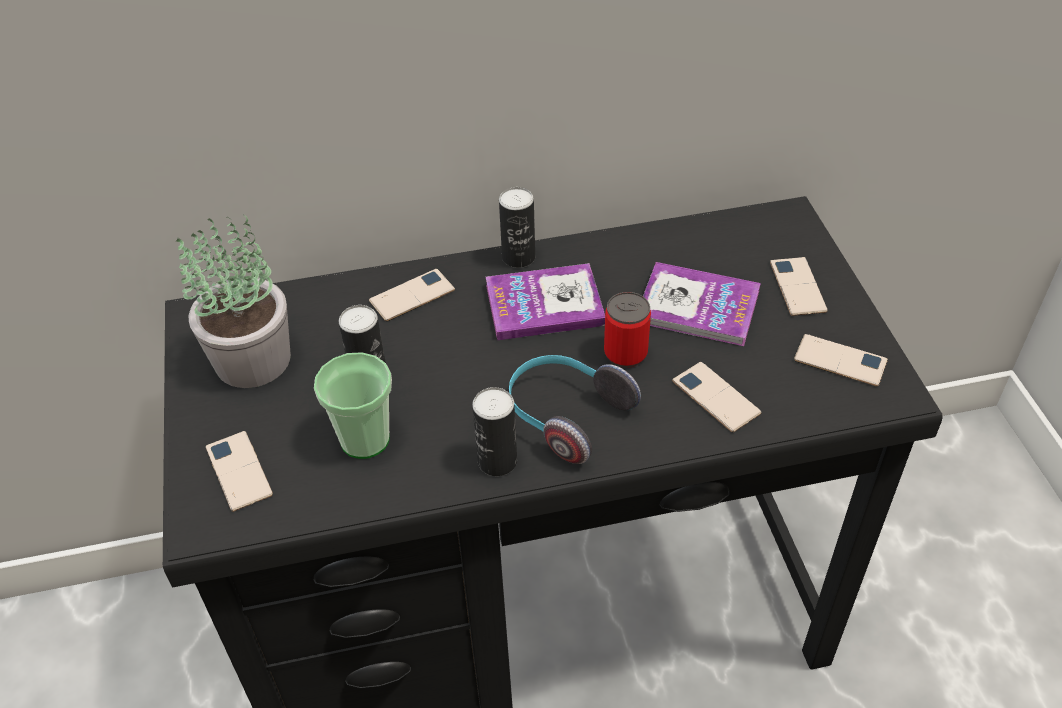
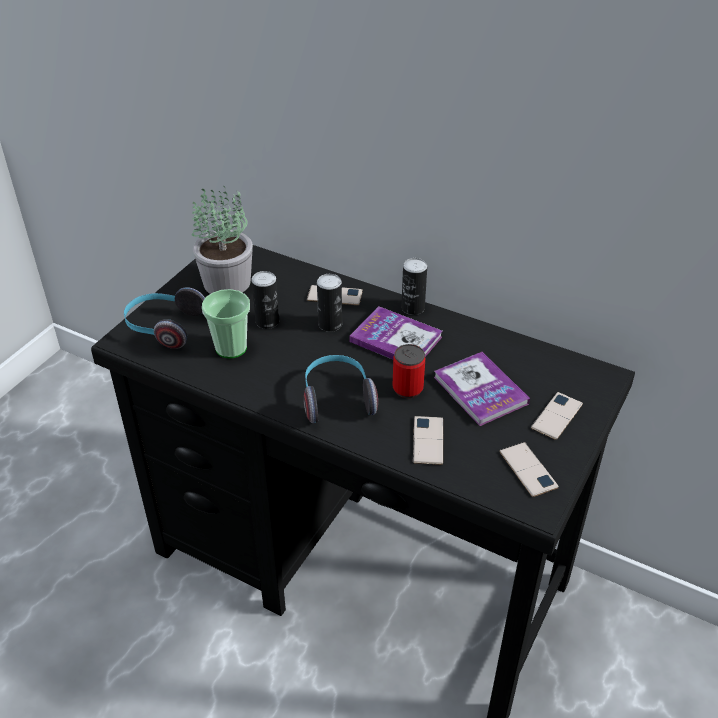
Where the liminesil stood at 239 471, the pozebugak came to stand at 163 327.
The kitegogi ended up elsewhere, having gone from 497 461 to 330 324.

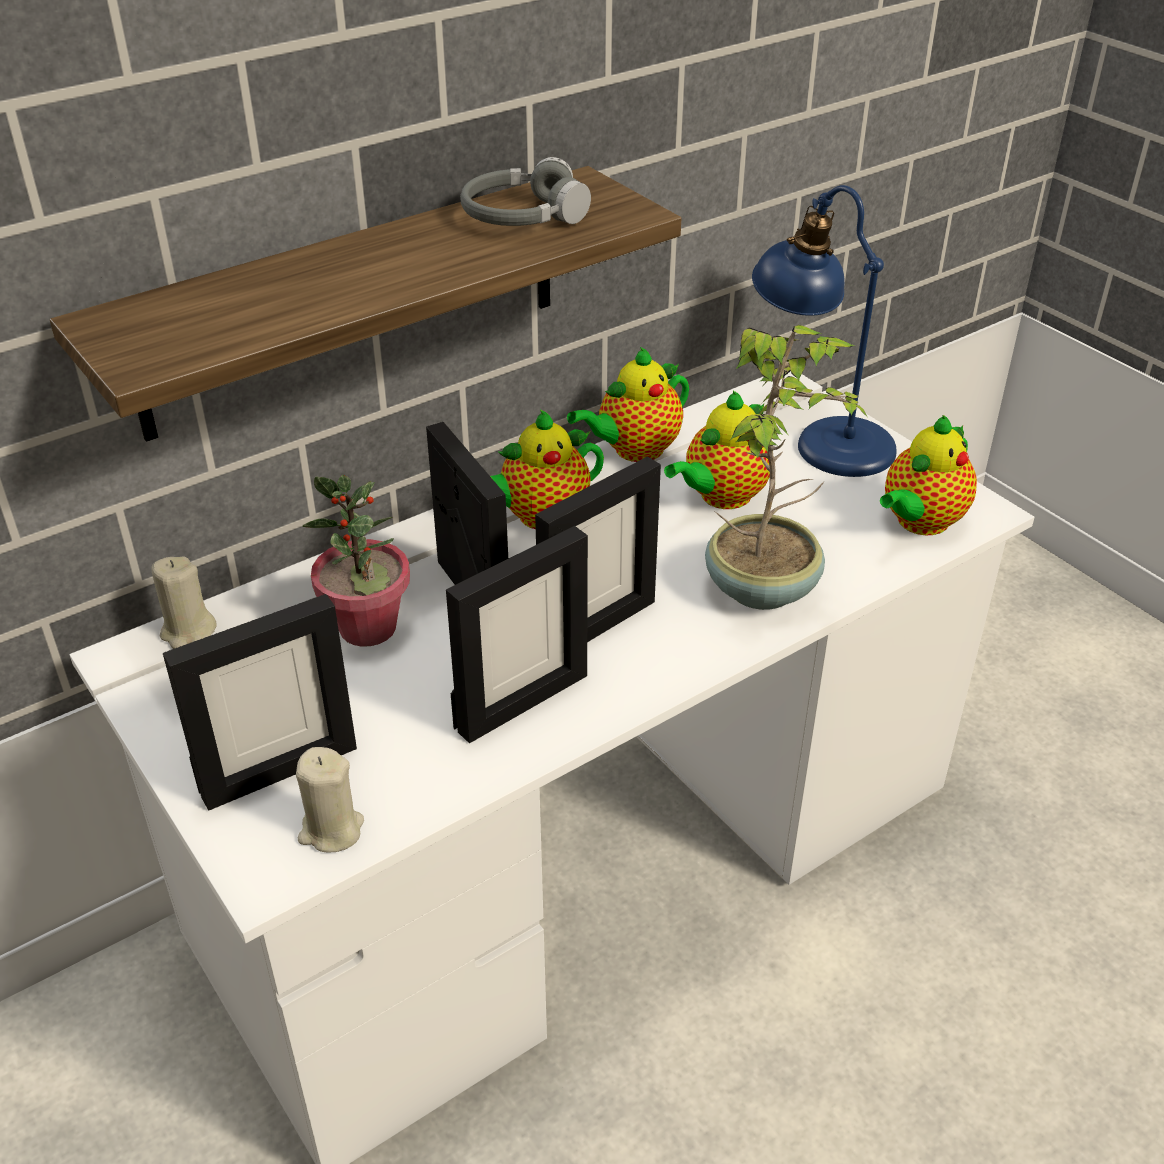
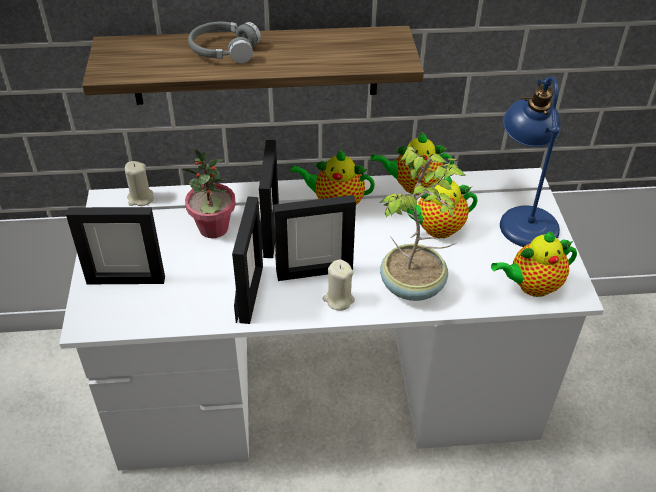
The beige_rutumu ended up elsewhere, having gone from 331 830 to 338 299.
The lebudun at 521 701 ended up facing another way, 75 degrees counterclockwise from before.
The grey_pozebugak ended up elsewhere, having gone from 523 216 to 224 50.

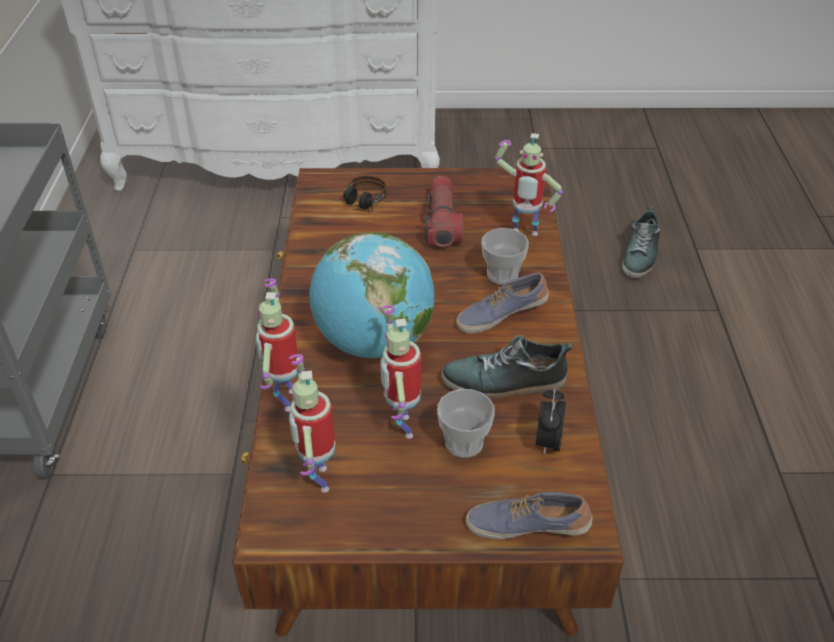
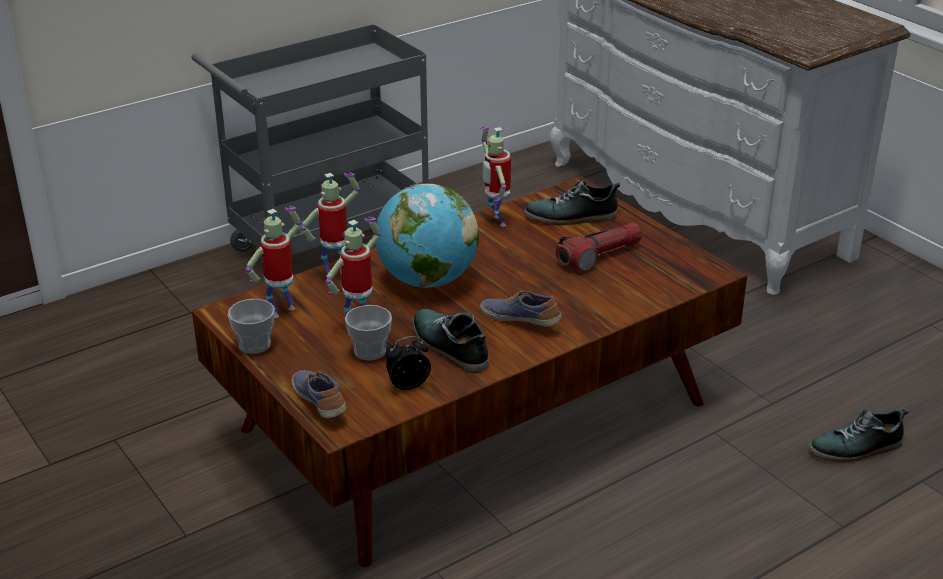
Where the pozebugak stood at 361 205, the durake came to stand at 571 217.
The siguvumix ended up elsewhere, having gone from 502 274 to 255 345.
The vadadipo ended up elsewhere, having gone from 523 234 to 496 221.

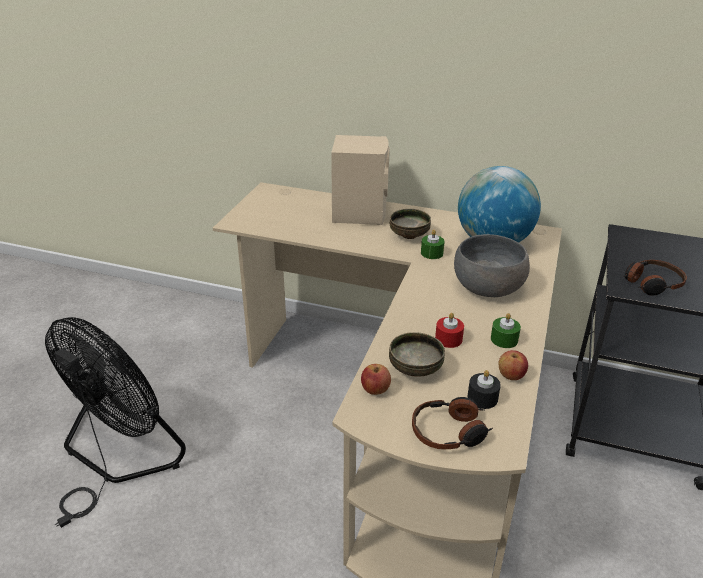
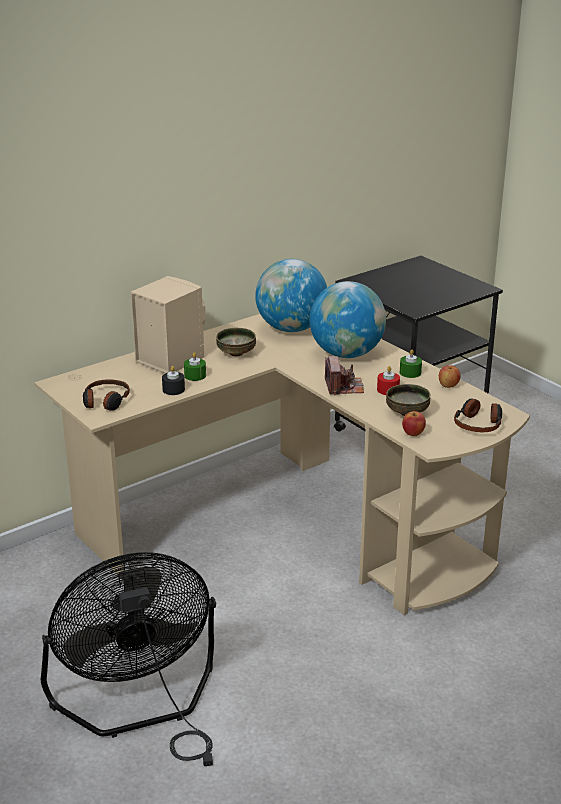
The green_rutumu ended up elsewhere, having gone from 432 253 to 195 375.
Where the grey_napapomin stood at 488 288, the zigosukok came to stand at 346 354.
The black_rutumu ended up elsewhere, having gone from 482 398 to 173 389.
The pozebugak ended up elsewhere, having gone from 651 284 to 105 402.
The second view gained the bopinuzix at 344 387.

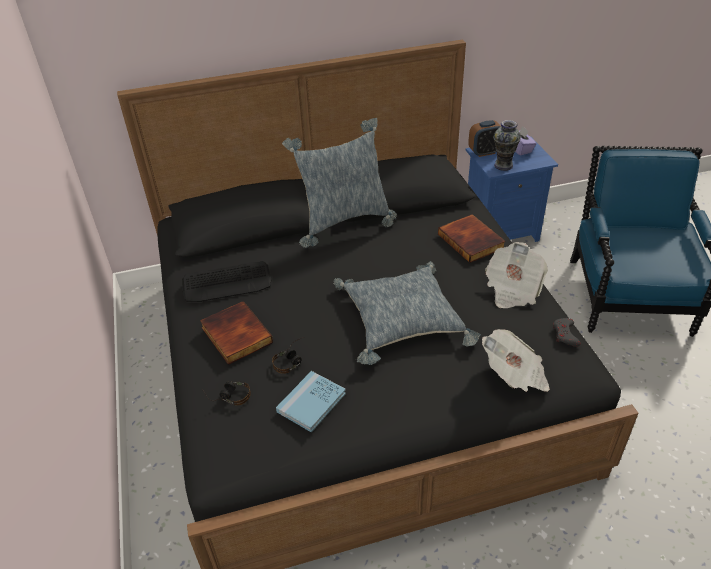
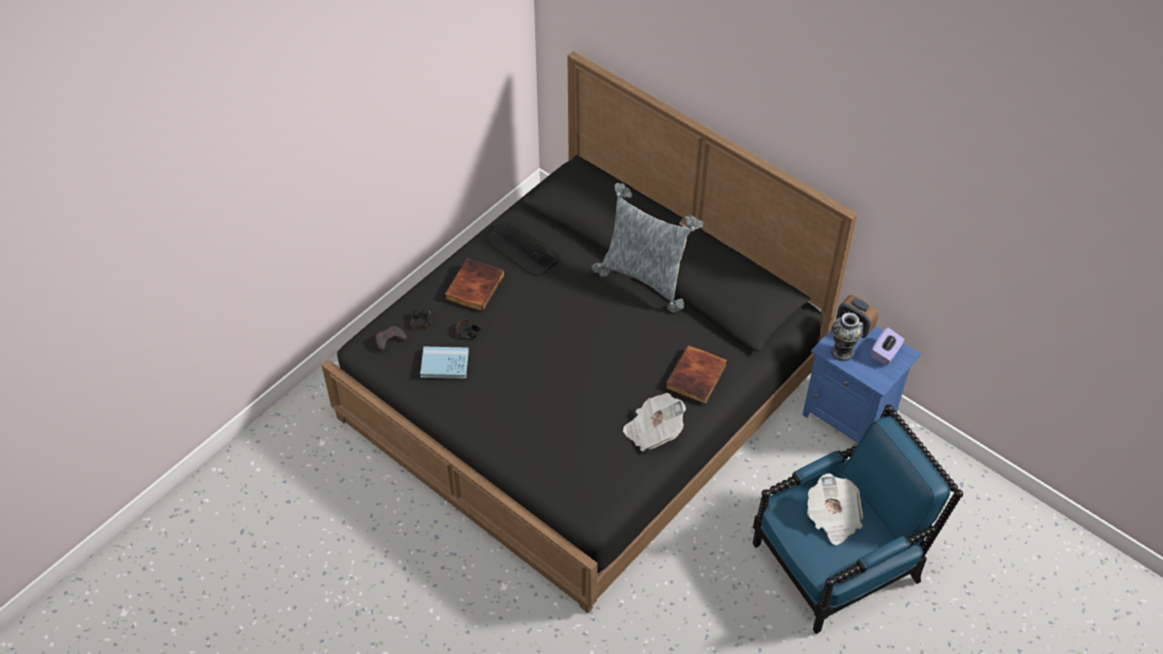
The second view lost the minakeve at 401 317.
The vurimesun ended up elsewhere, having gone from 514 375 to 833 518.
The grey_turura ended up elsewhere, having gone from 565 334 to 389 339.

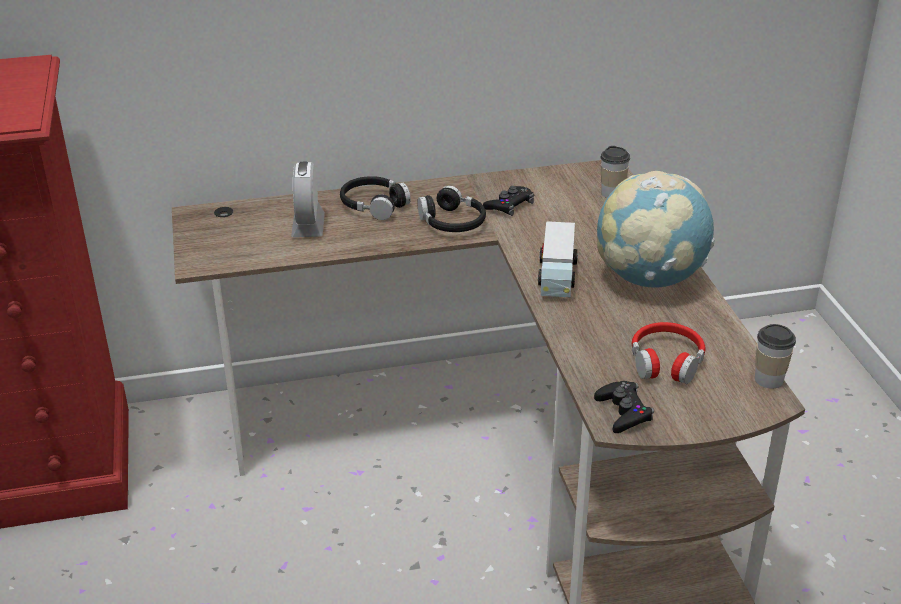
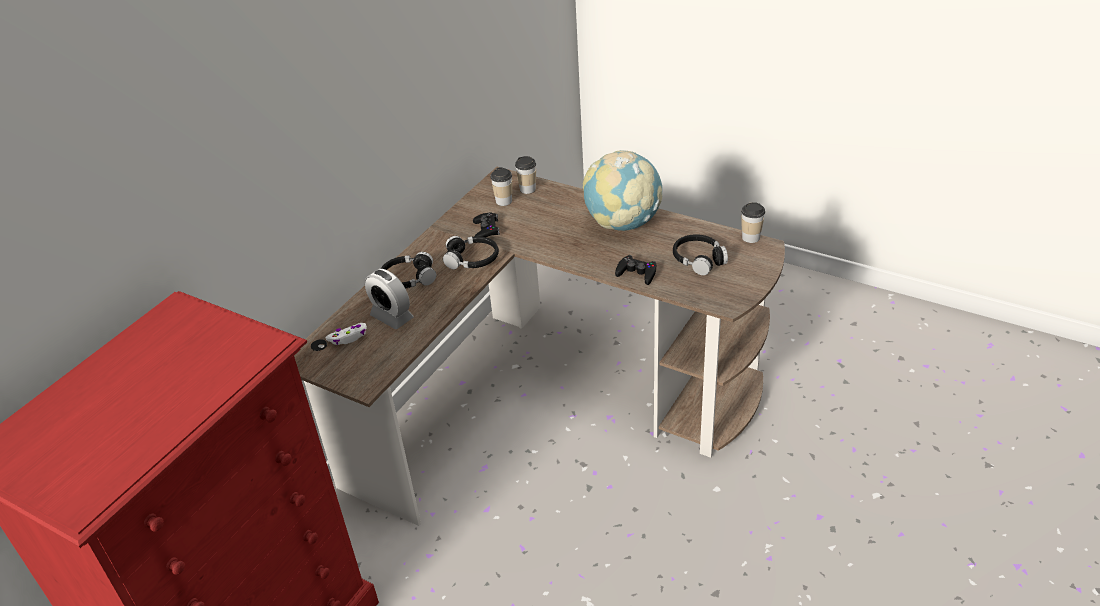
The second view lost the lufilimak at 557 277.
The black_turura ended up elsewhere, having gone from 623 412 to 637 273.
What was the red_pozebugak at 666 361 turned into the black_pozebugak at 699 259.
The second view gained the white_turura at 348 338.
The second view gained the siguvumix at 504 201.

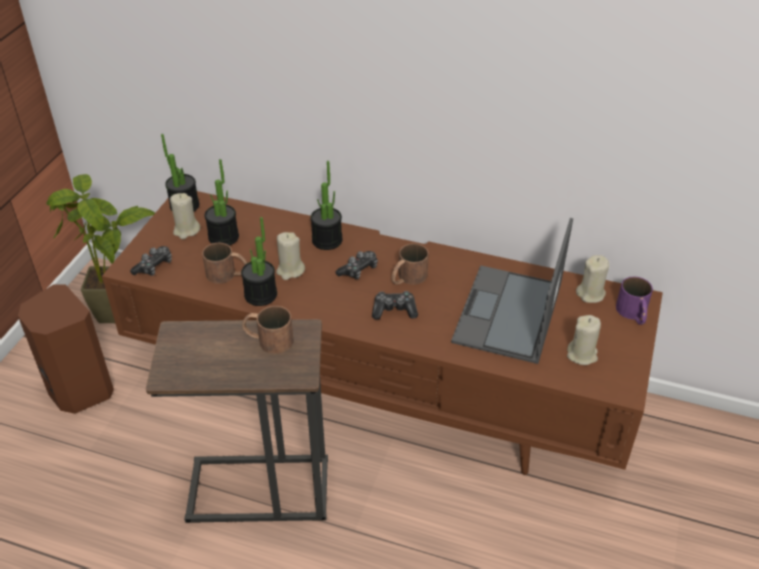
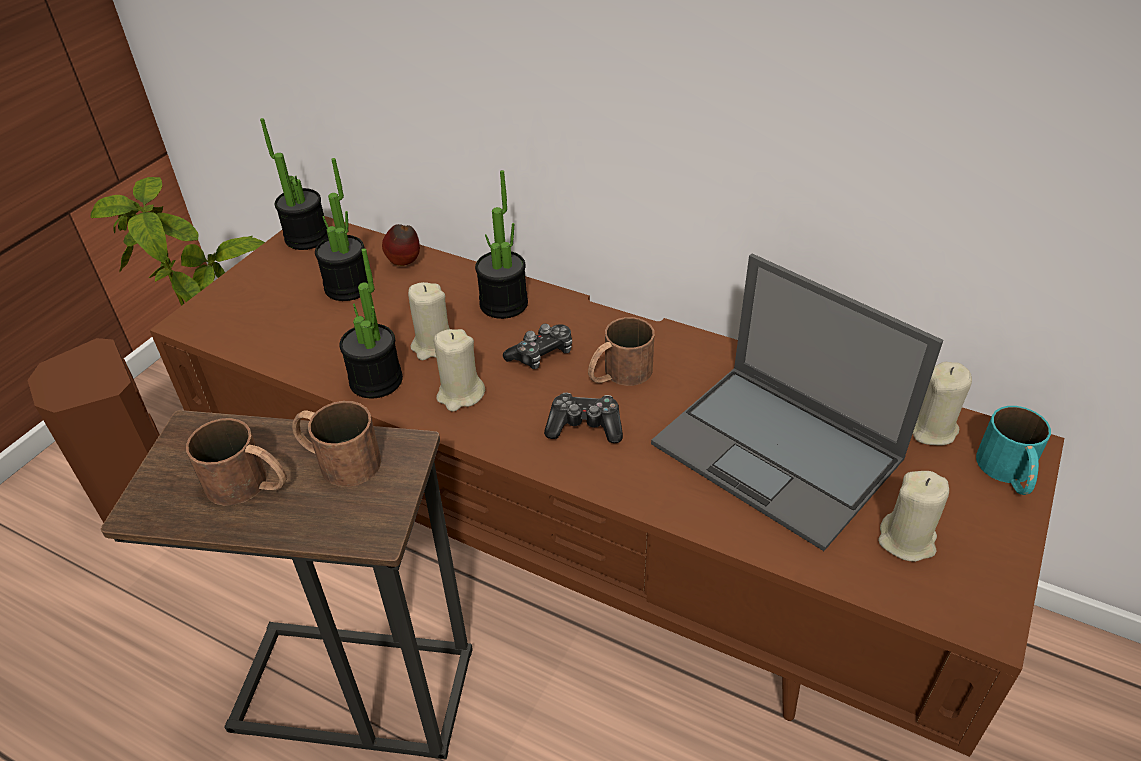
The second view lost the turura at 154 266.
The beige_rutumu ended up elsewhere, having gone from 186 230 to 460 394.
The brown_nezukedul ended up elsewhere, having gone from 228 274 to 249 485.
The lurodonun at 508 315 ended up facing another way, 75 degrees counterclockwise from before.
What was the purple_nezukedul at 633 314 turned into the turquoise_nezukedul at 1008 473.
The second view gained the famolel at 405 263.

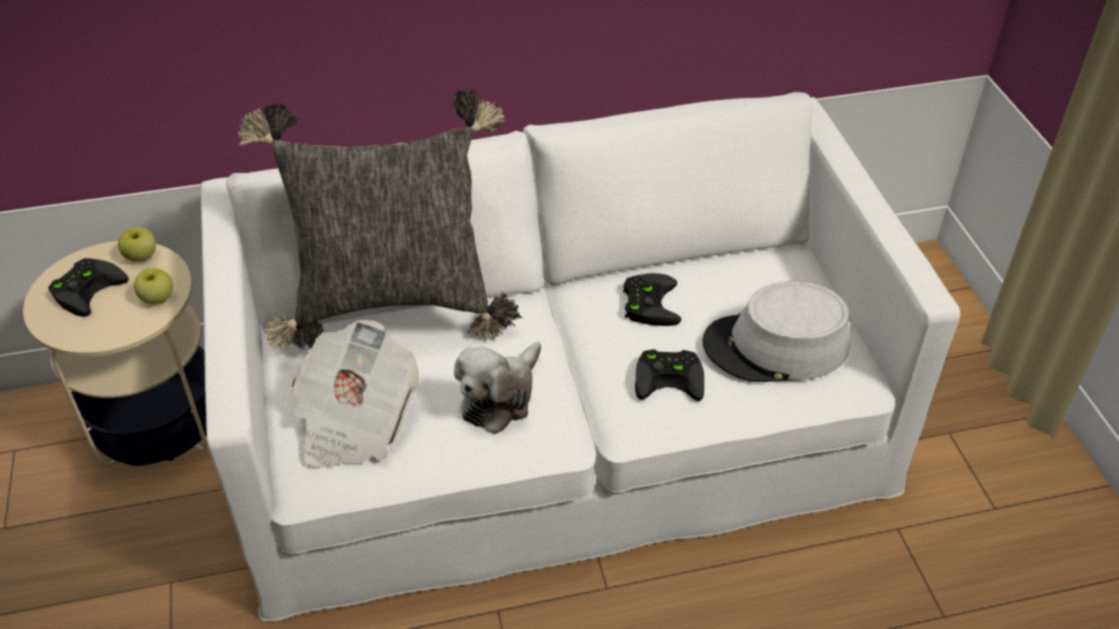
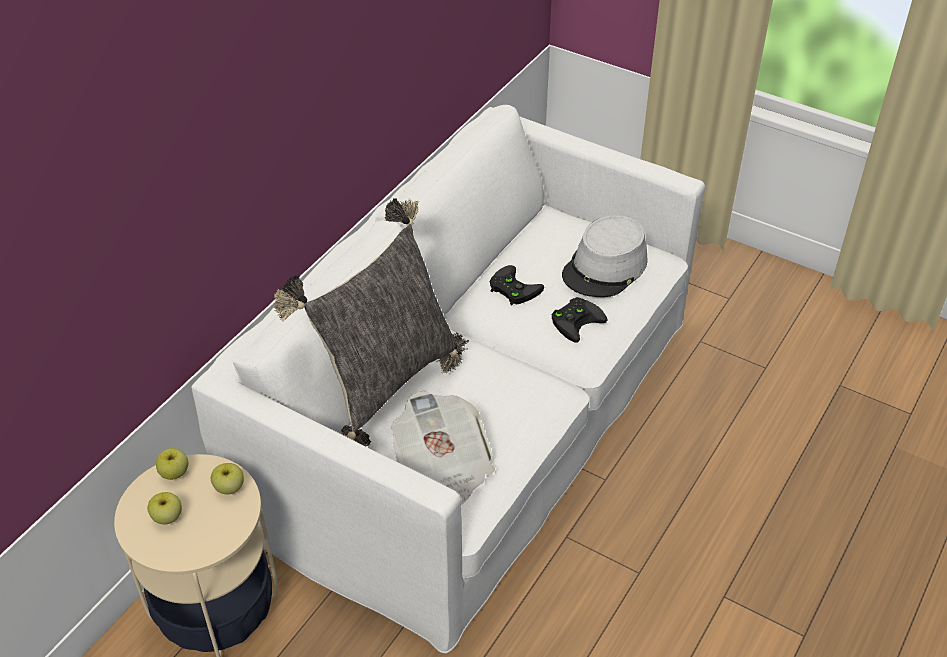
Where the black_turura stood at 87 288, the famolel came to stand at 167 517.
The second view lost the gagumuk at 500 397.

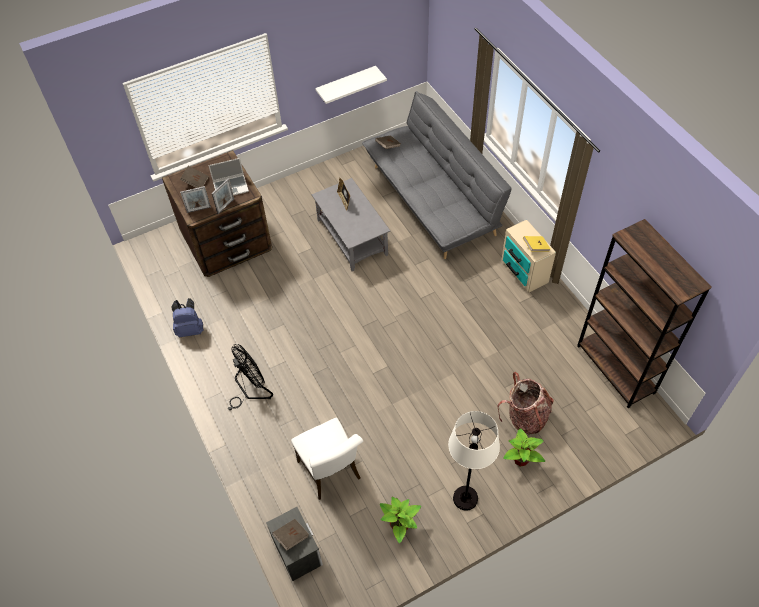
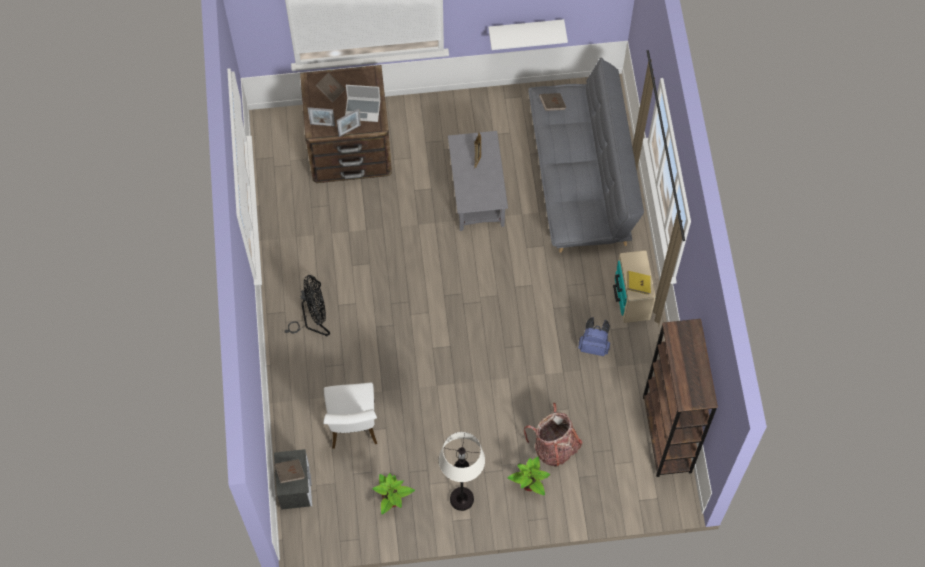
The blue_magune ended up elsewhere, having gone from 190 329 to 594 345.

